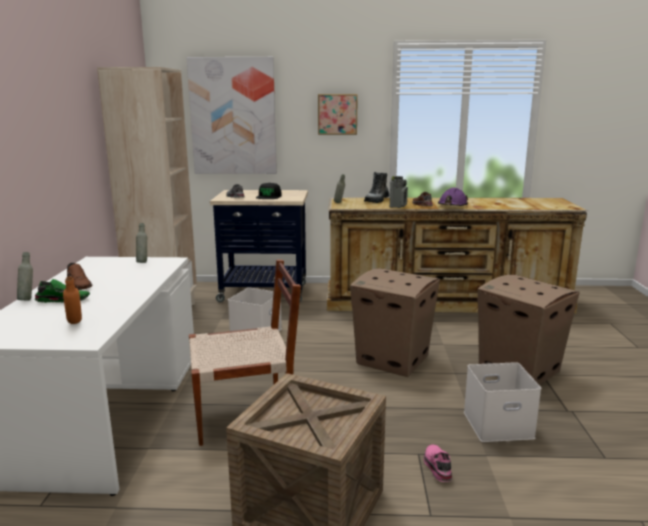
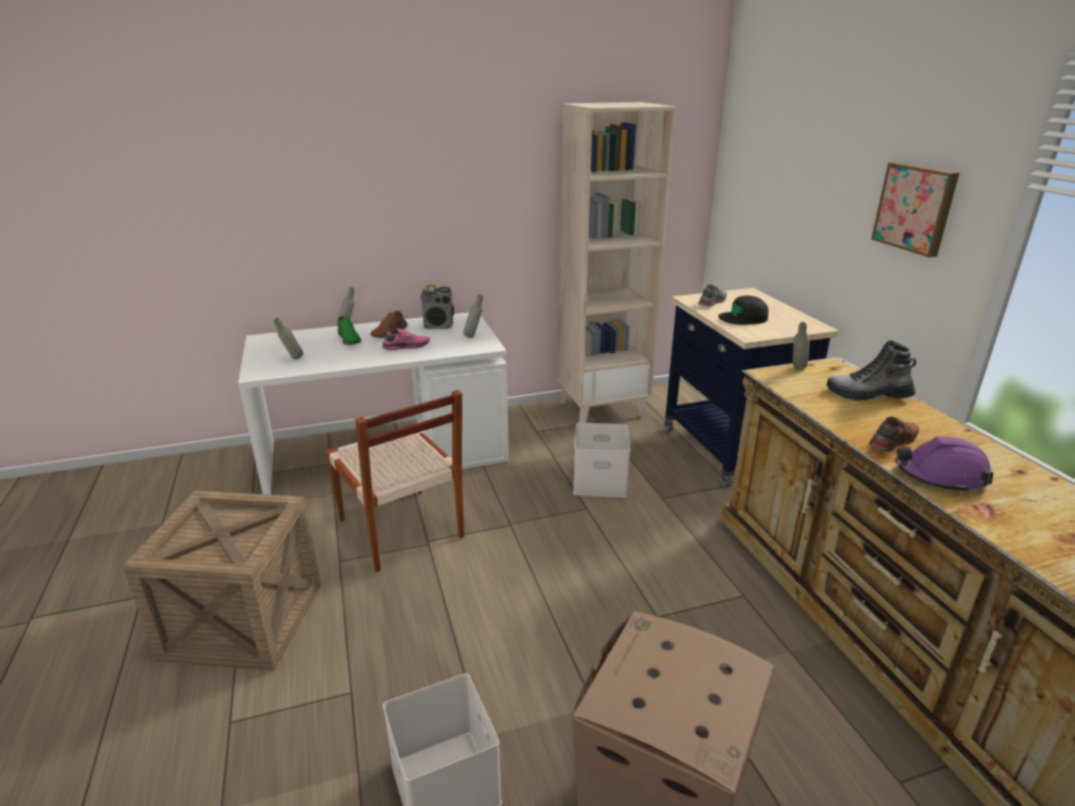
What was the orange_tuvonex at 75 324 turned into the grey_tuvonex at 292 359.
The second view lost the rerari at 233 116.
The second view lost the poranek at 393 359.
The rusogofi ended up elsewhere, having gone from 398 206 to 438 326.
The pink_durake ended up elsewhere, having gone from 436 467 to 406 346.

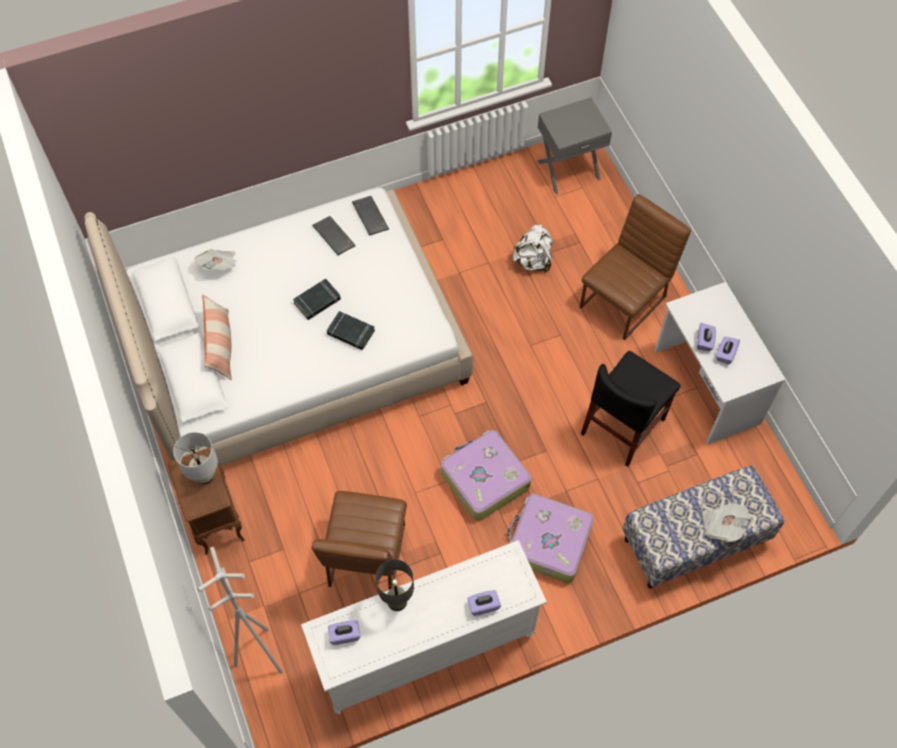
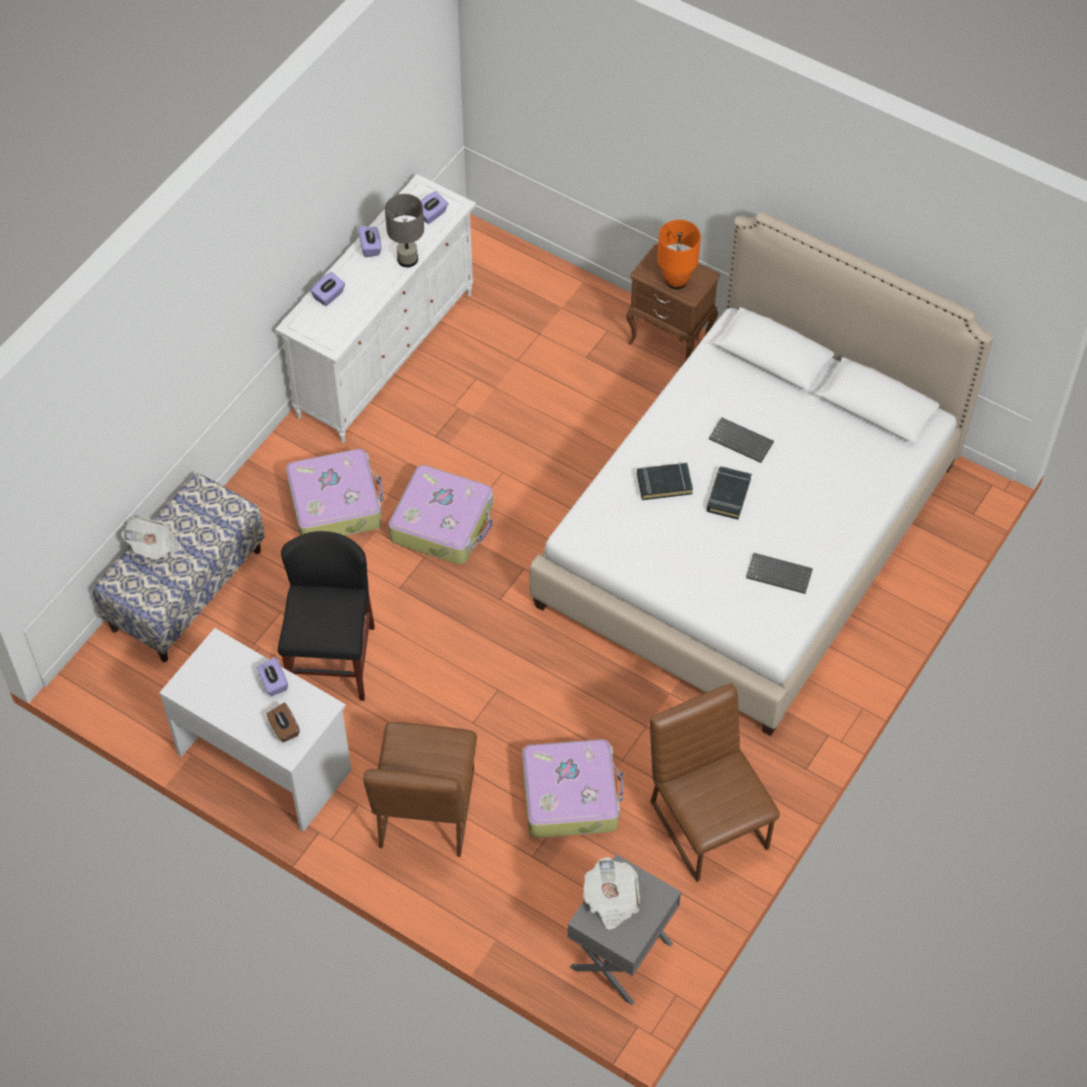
What was the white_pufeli at 204 475 turned into the orange_pufeli at 676 281.
The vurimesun ended up elsewhere, having gone from 219 265 to 611 900.
The second view lost the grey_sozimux at 261 655.
The second view lost the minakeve at 220 345.
The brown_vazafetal ended up elsewhere, having gone from 365 558 to 708 821.
The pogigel ended up elsewhere, having gone from 369 216 to 742 440.
Where the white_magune stood at 533 261, the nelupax came to stand at 571 795.
The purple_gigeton ended up elsewhere, having gone from 725 354 to 370 247.
The second view gained the brown_gigeton at 284 729.

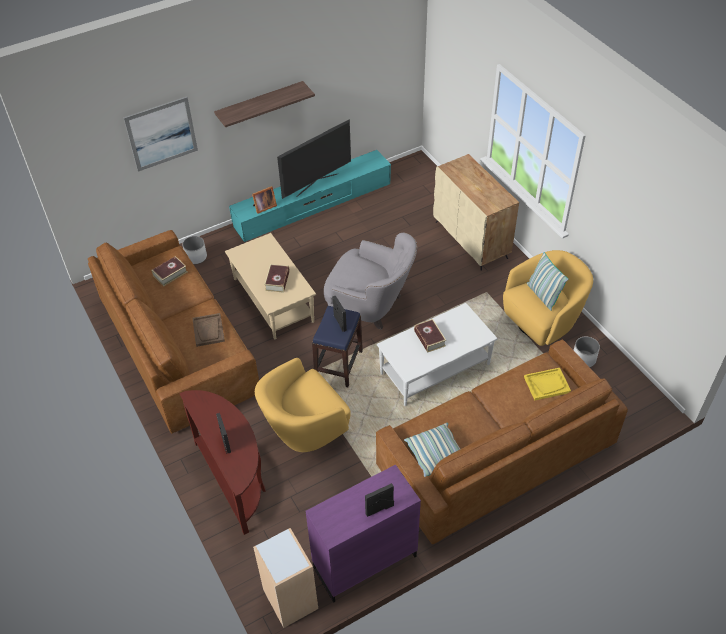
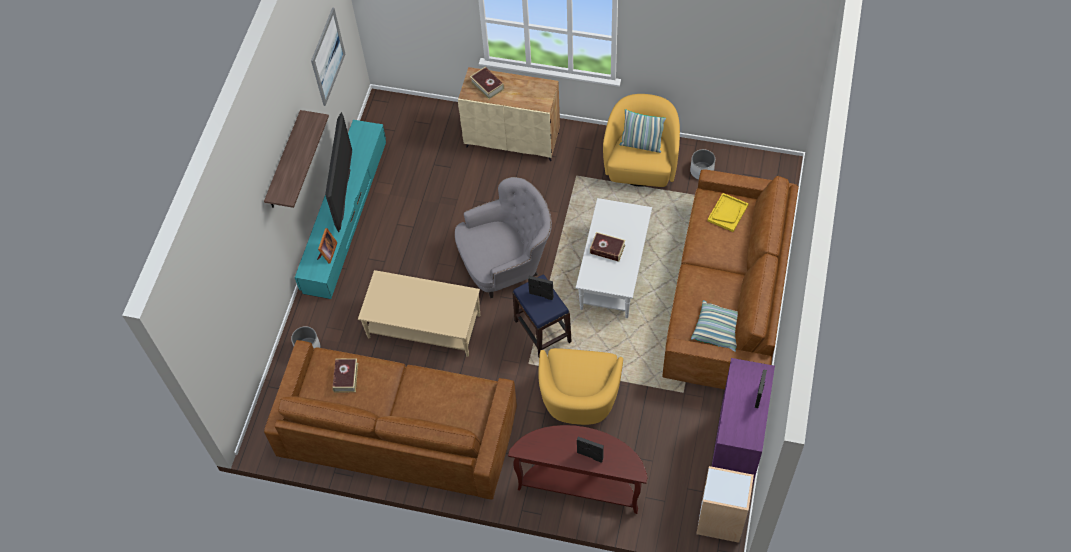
The rerari ended up elsewhere, having gone from 161 134 to 327 57.
The second view lost the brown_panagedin at 208 330.
The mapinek ended up elsewhere, having gone from 277 281 to 487 85.

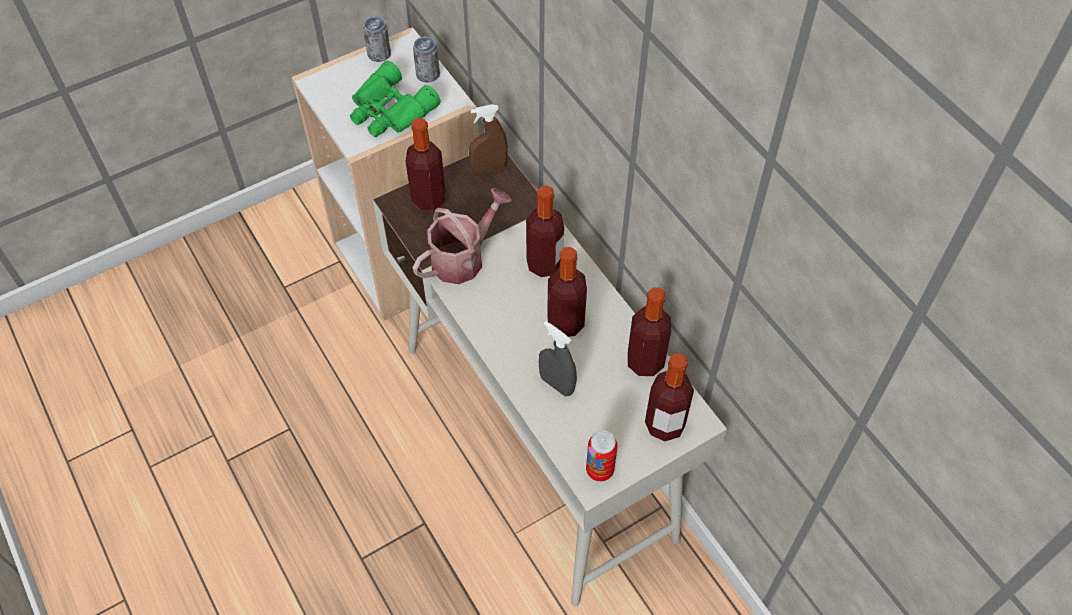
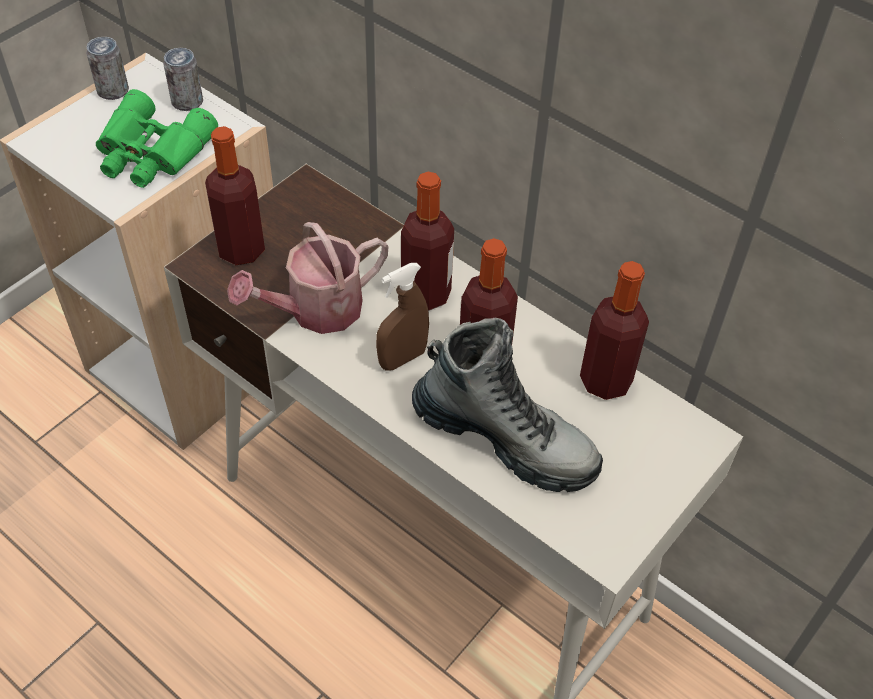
The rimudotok at 463 257 ended up facing another way, 150 degrees counterclockwise from before.
The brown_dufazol ended up elsewhere, having gone from 489 168 to 402 358.
Where the grey_dufazol stood at 556 384, the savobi came to stand at 505 439.
The second view lost the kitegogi at 599 470.
The second view lost the tuvonex at 664 425.

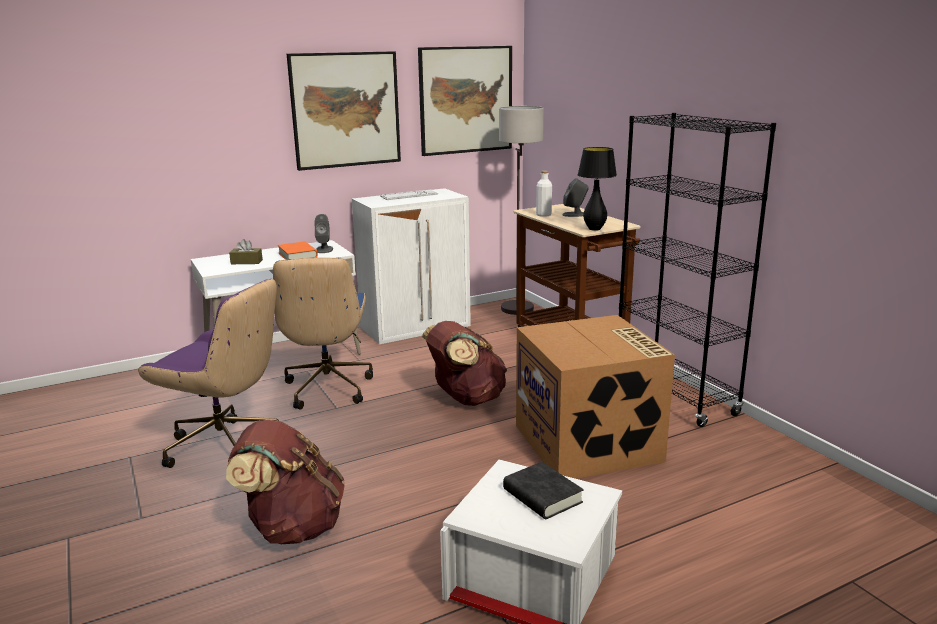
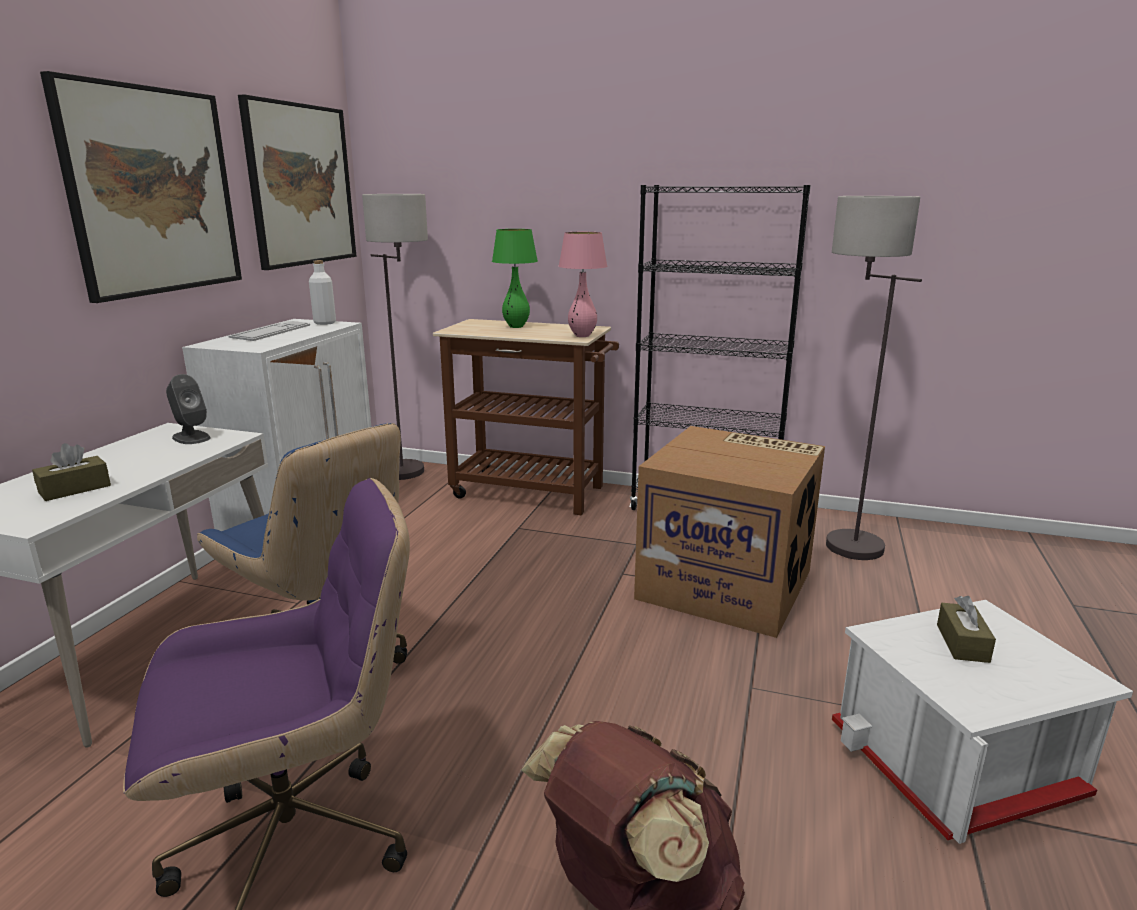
The second view lost the orange_mapinek at 298 255.
The second view lost the brown_magune at 466 399.
Where the black_mapinek stood at 542 496, the brown_gigeton came to stand at 962 643.
The white_tuvonex ended up elsewhere, having gone from 543 215 to 325 323.
Where the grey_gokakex stood at 575 214, the green_pufeli came to stand at 516 327.
What was the black_pufeli at 594 229 turned into the pink_pufeli at 582 336.
The second view gained the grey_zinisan at 839 541.

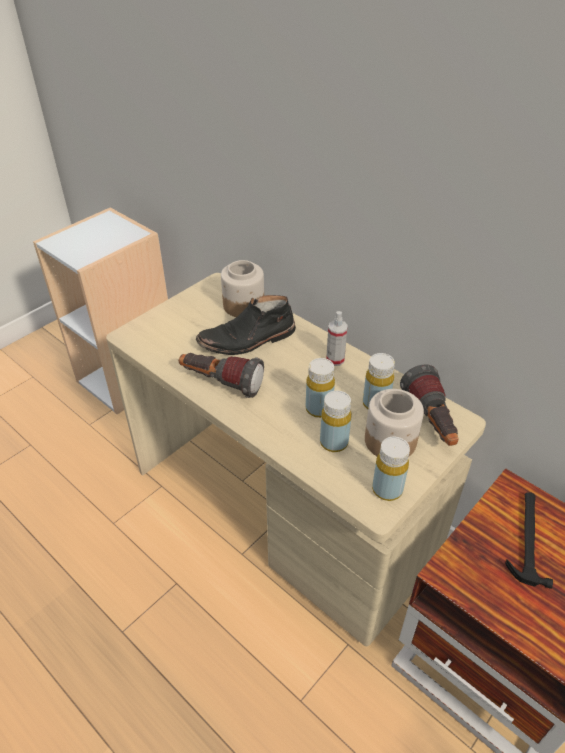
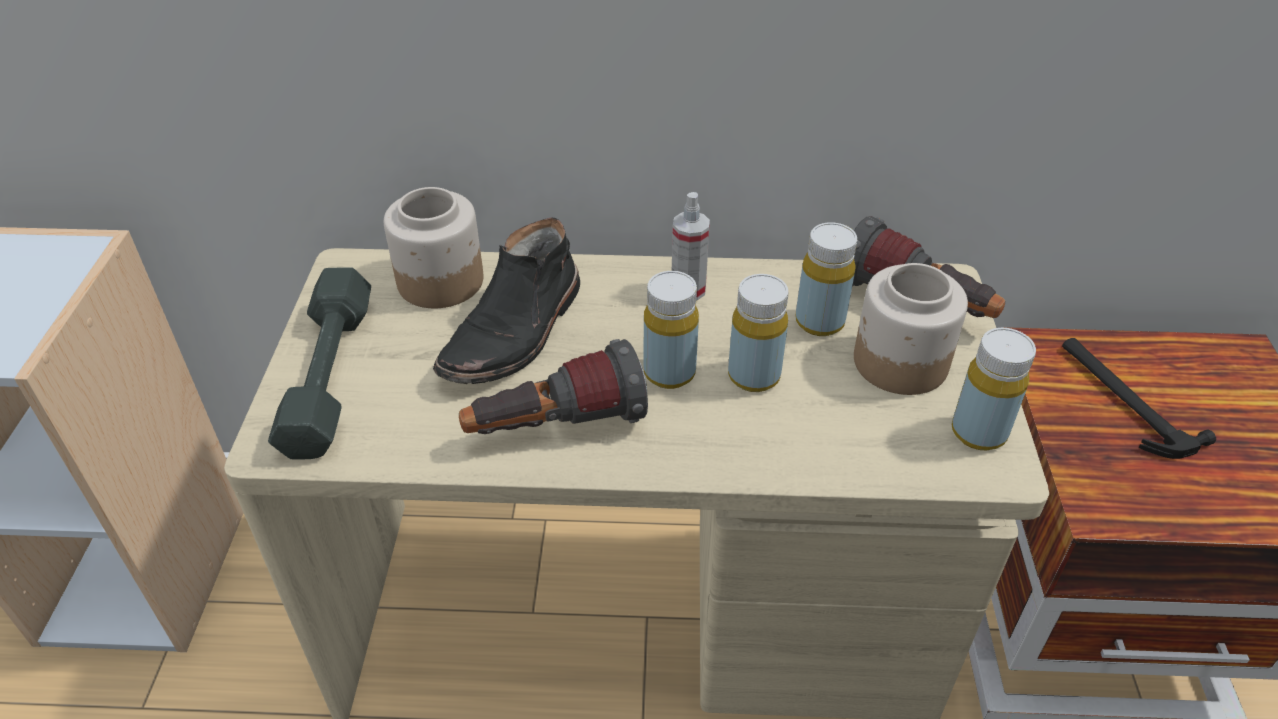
The yellow_tuvonex ended up elsewhere, having gone from 334 442 to 669 373.
The second view gained the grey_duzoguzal at 329 375.

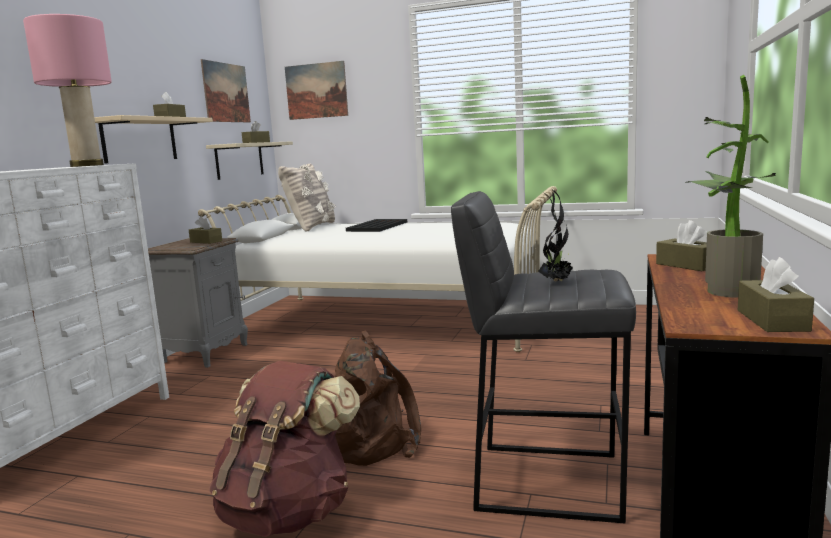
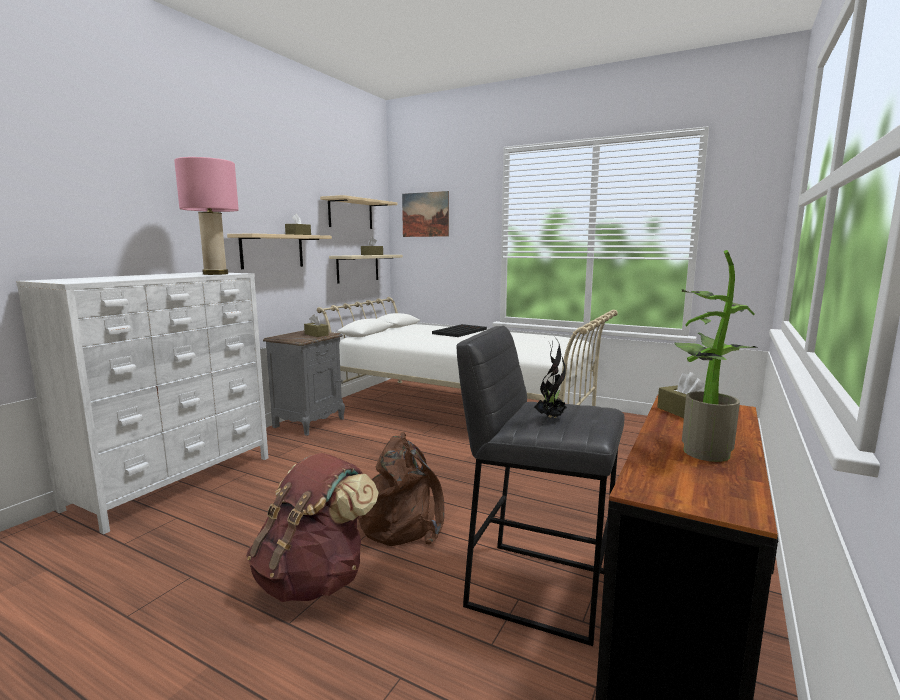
Where the rerari hung at 226 92, the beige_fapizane came to hang at 350 214.
The second view lost the beige_minakeve at 312 227.
The second view lost the brown_gigeton at 772 320.

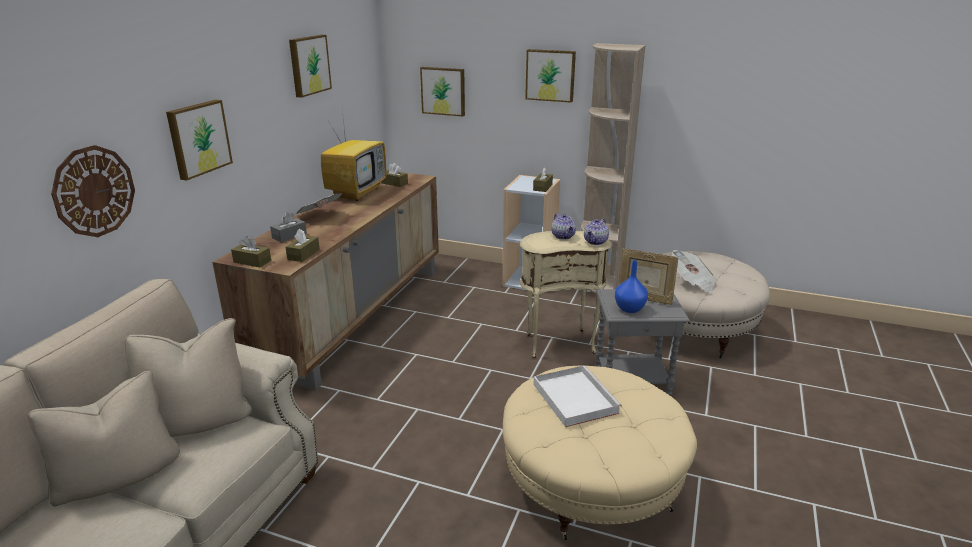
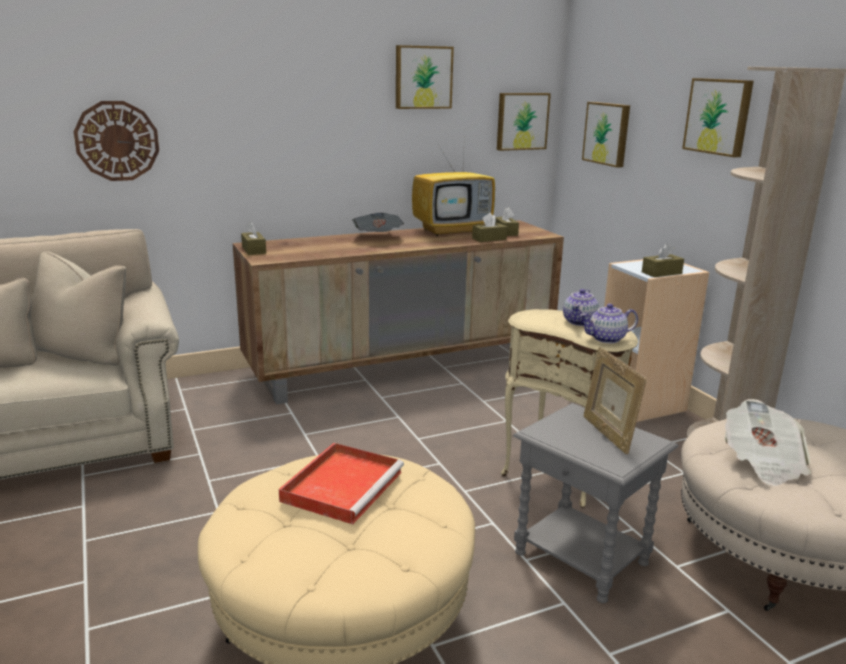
The rerari ended up elsewhere, having gone from 198 138 to 521 121.
The second view lost the grey_gigeton at 289 236.
The brown_gigeton ended up elsewhere, having gone from 303 254 to 489 239.
What was the white_panagedin at 573 397 turned into the red_panagedin at 343 485.
The second view lost the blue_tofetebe at 630 309.

